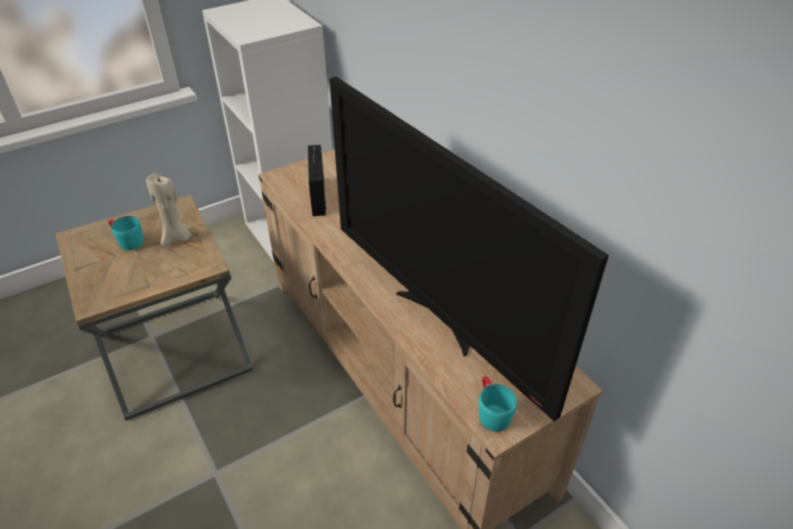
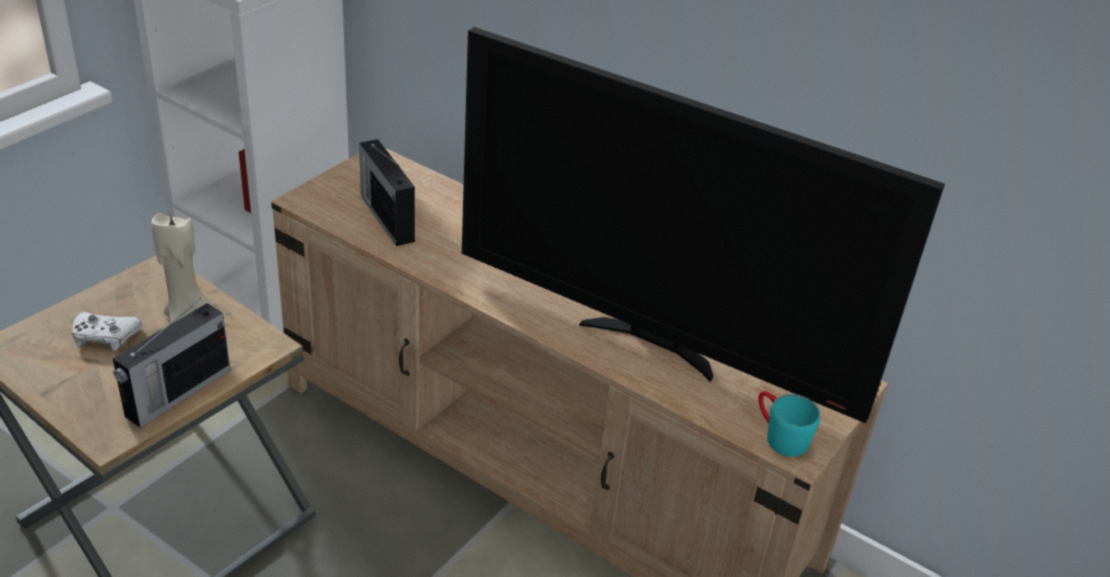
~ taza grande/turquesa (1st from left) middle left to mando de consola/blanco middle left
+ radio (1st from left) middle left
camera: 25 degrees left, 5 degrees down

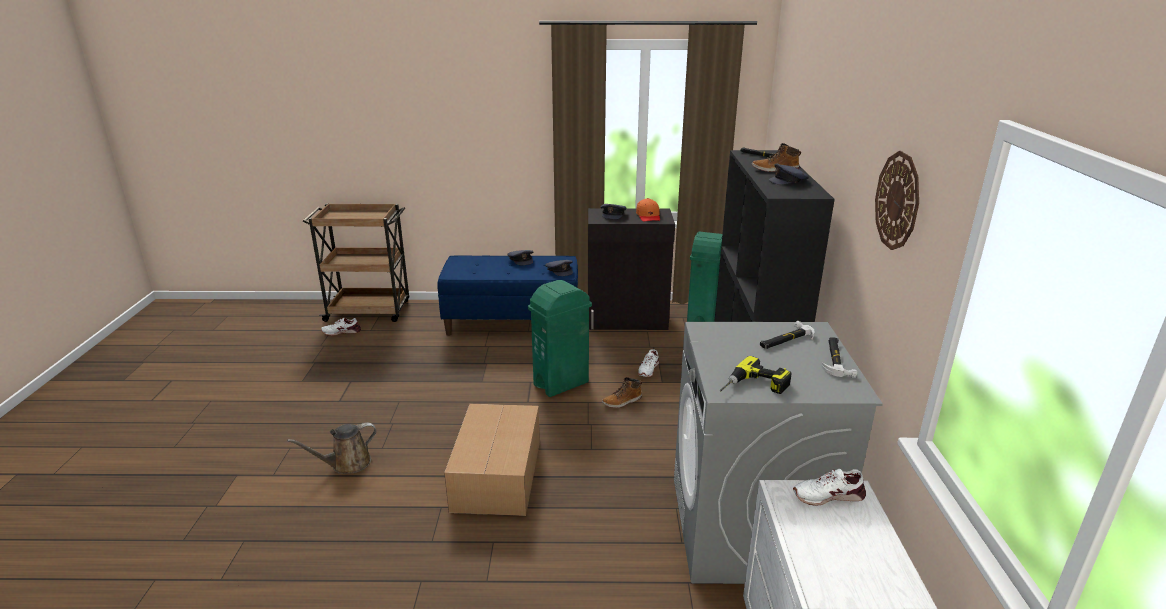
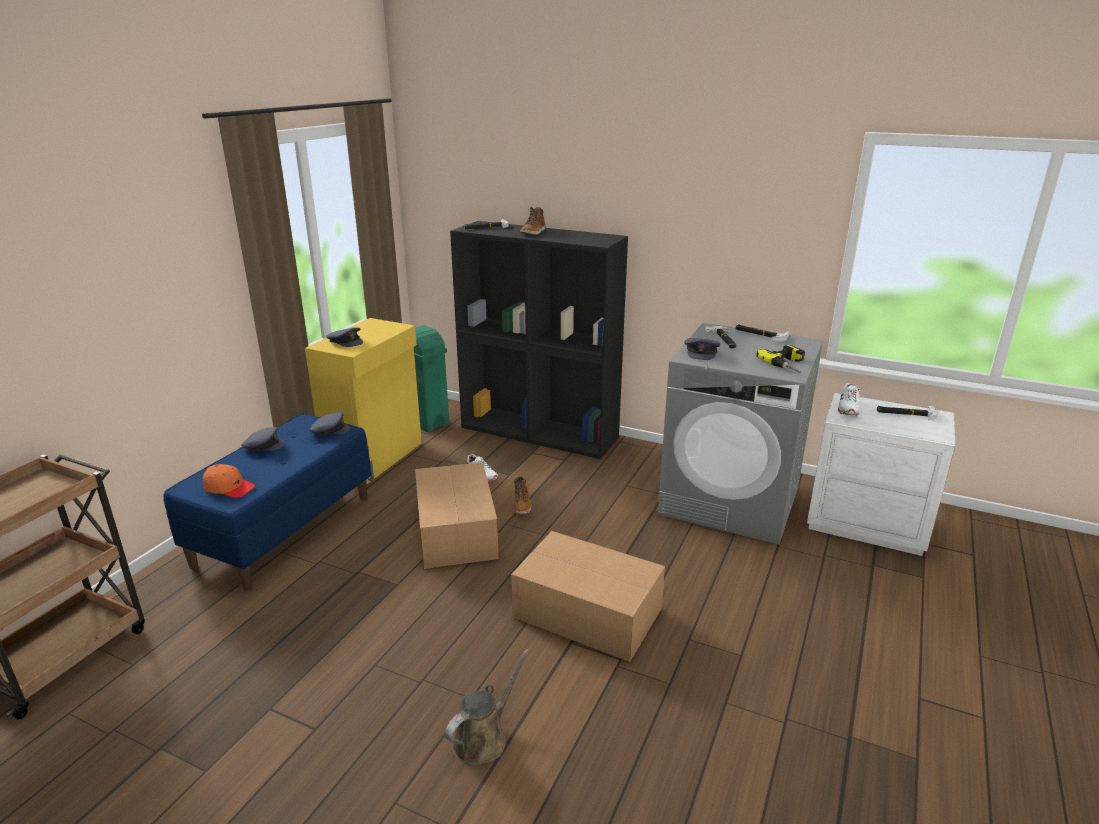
~ gorra/naranja centre to middle left
~ armario/negro centre to armario/amarillo middle left
~ papelera/verde (1st from left) centre to caja de cartón (1st from left) centre
~ regadera/marrón bottom left = bottom centre 135 degrees counterclockwise
~ gorra/gris (4th from left) top right to centre
+ martillo (4th from left) middle right
- zapato/blanco (1st from left) middle left
- reloj de pared top right
camera: 65 degrees left, 0 degrees up

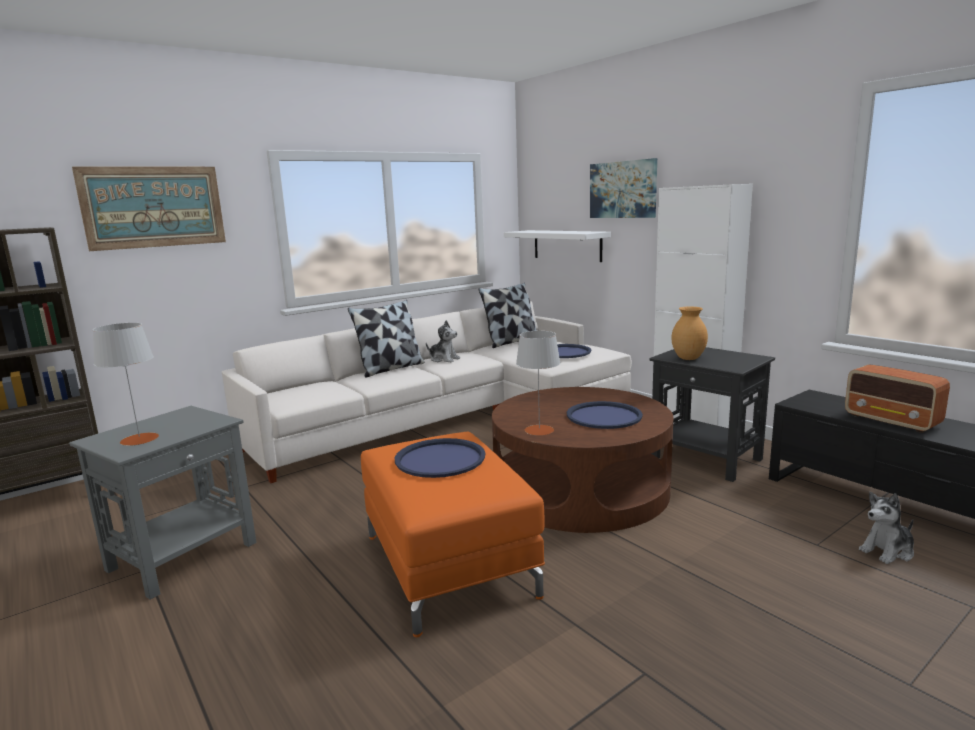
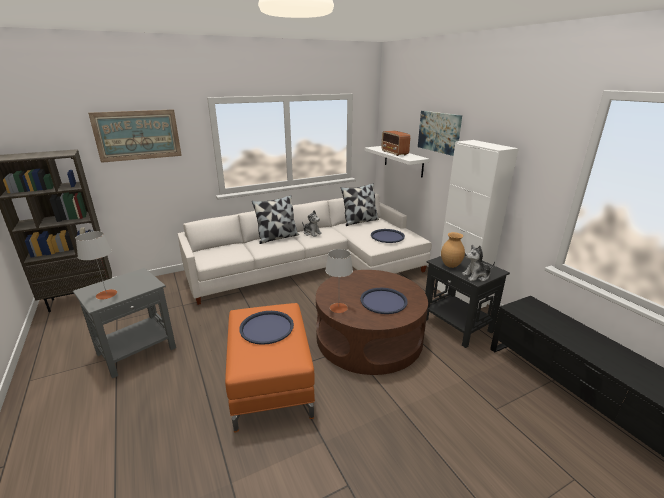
~ radio middle right to top centre
~ peluche (2nd from left) bottom right to middle right
camera: 10 degrees right, 10 degrees up

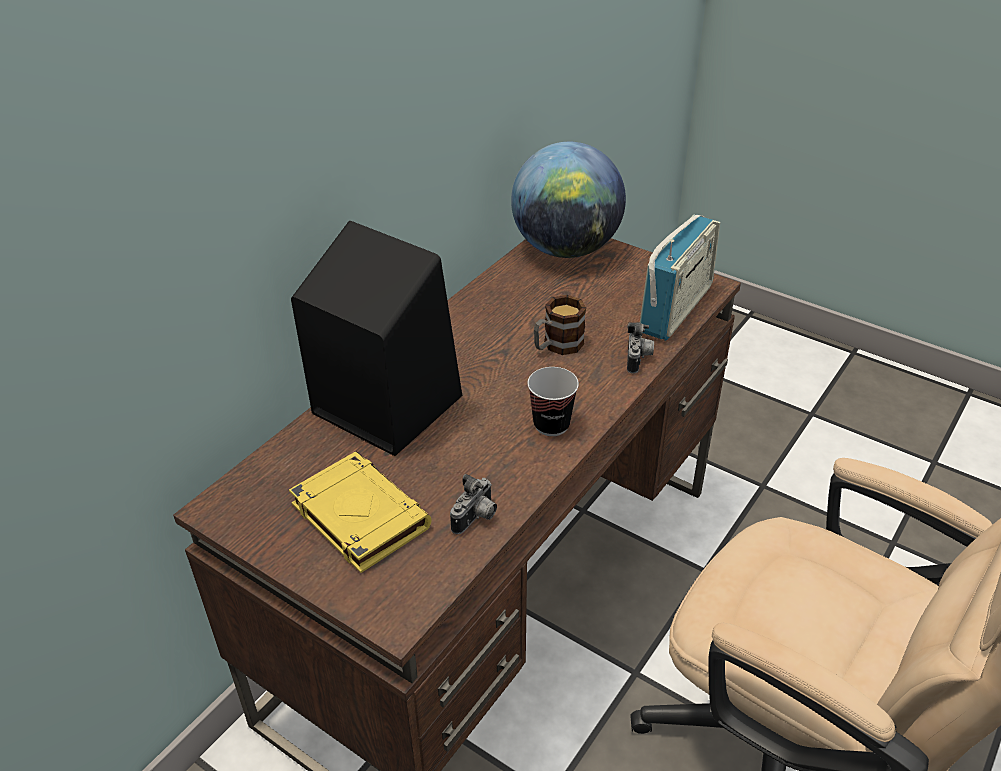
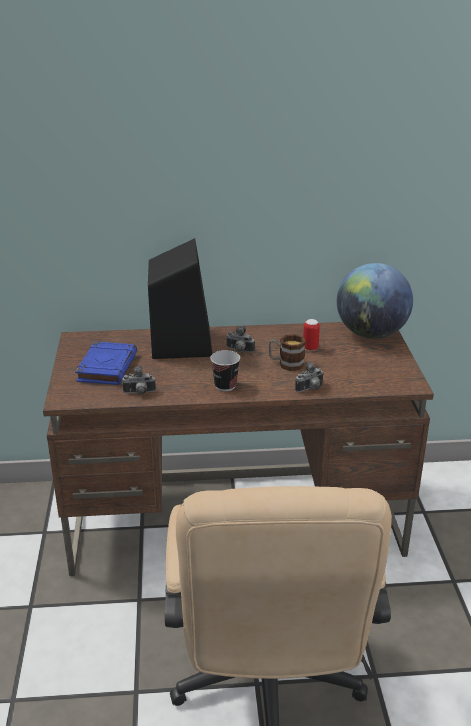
~ libro/amarillo centre to libro/azul middle left
+ cámara (2nd from left) centre
+ lata centre
- radio middle right
camera: 50 degrees right, 10 degrees down

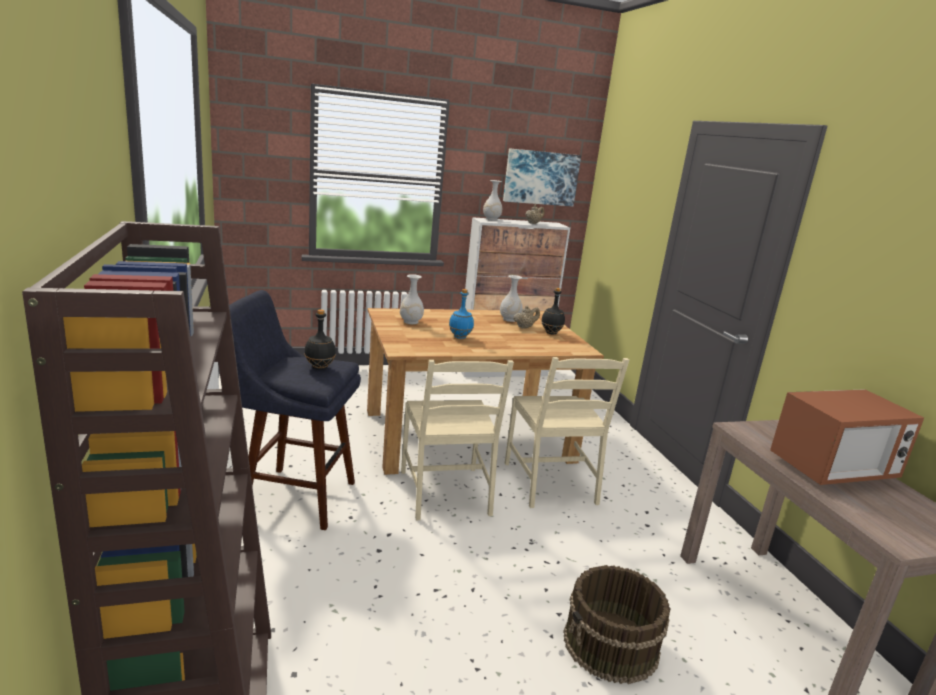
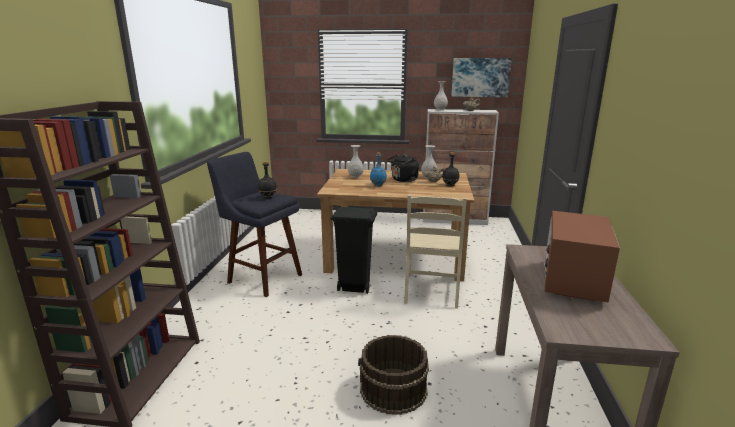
~ silla/beis (1st from left) centre to papelera/negro centre
+ hervidor/negro centre
~ microondas middle right = middle right 105 degrees clockwise
camera: 25 degrees right, 0 degrees up

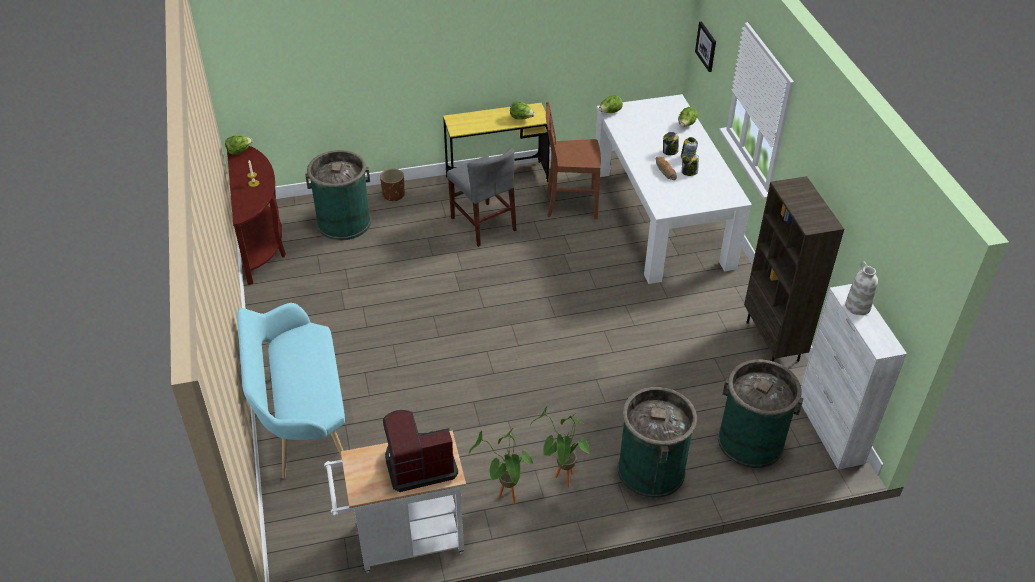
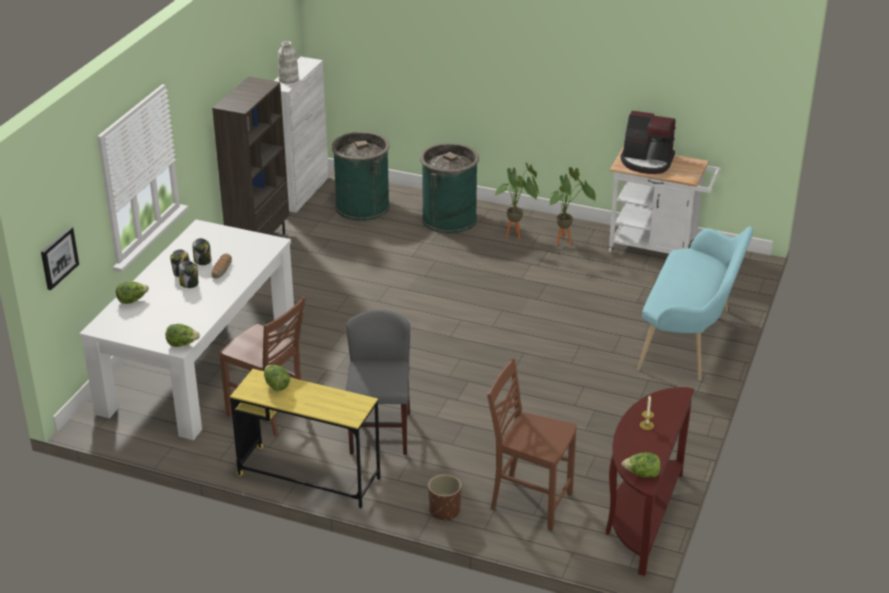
~ papelera/verde (1st from left) middle left to silla/marrón (2nd from left) bottom centre
camera: 145 degrees left, 10 degrees down

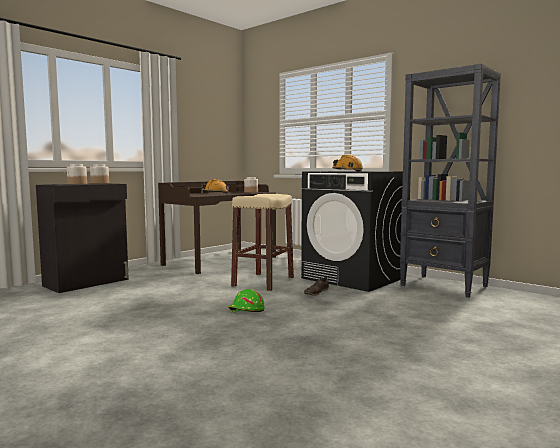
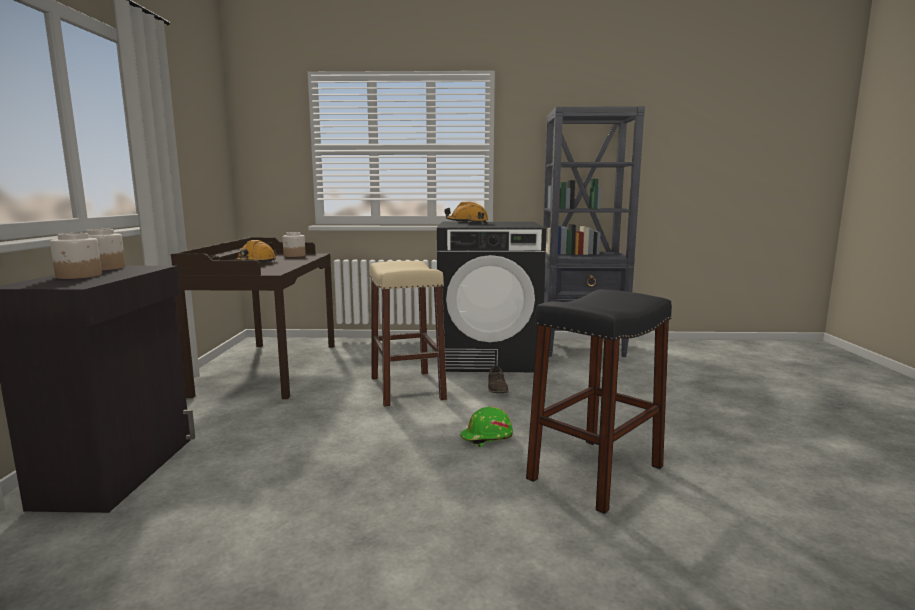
+ taburete/negro centre
camera: 40 degrees left, 5 degrees up

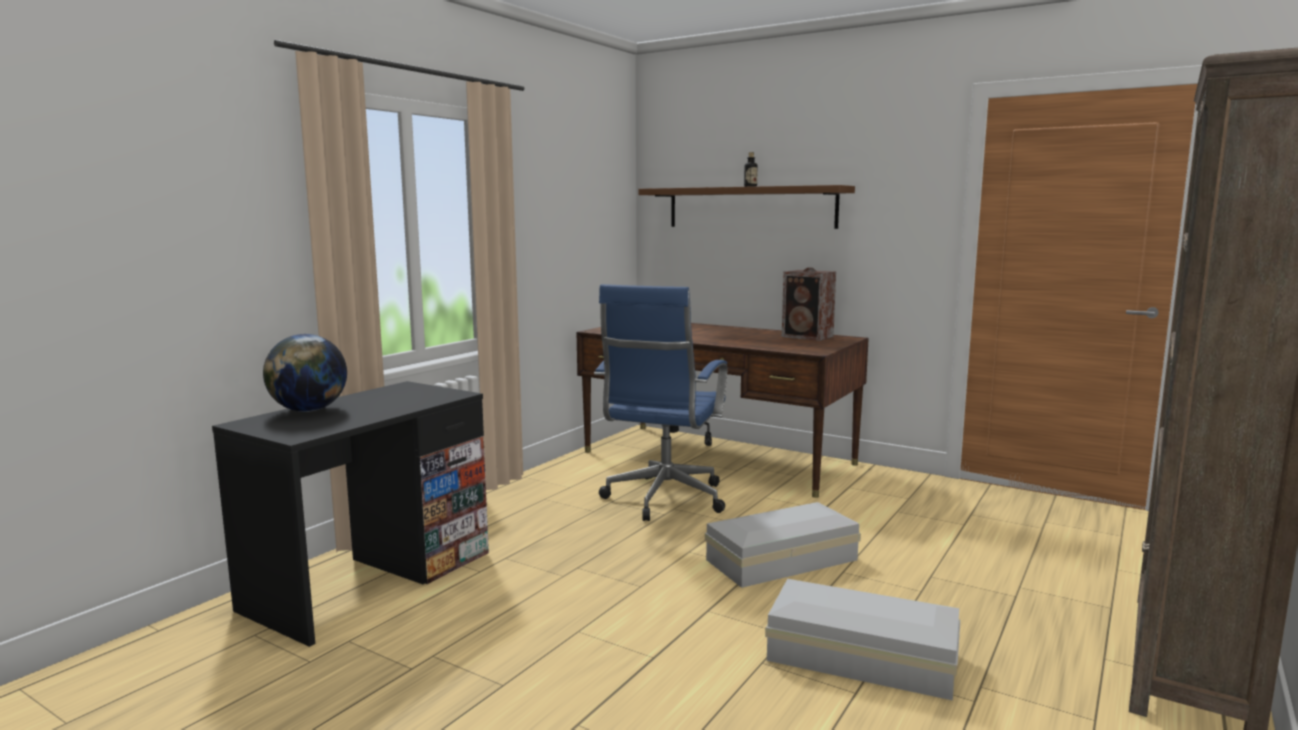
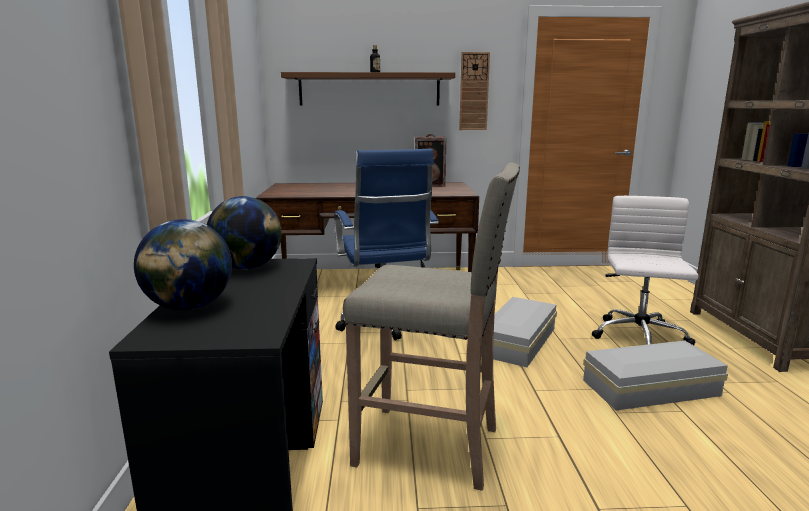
+ globo terráqueo (2nd from left) middle left
+ taburete/beis centre
+ reloj de pared top centre
+ silla de oficina/blanco middle right
camera: 35 degrees left, 5 degrees up

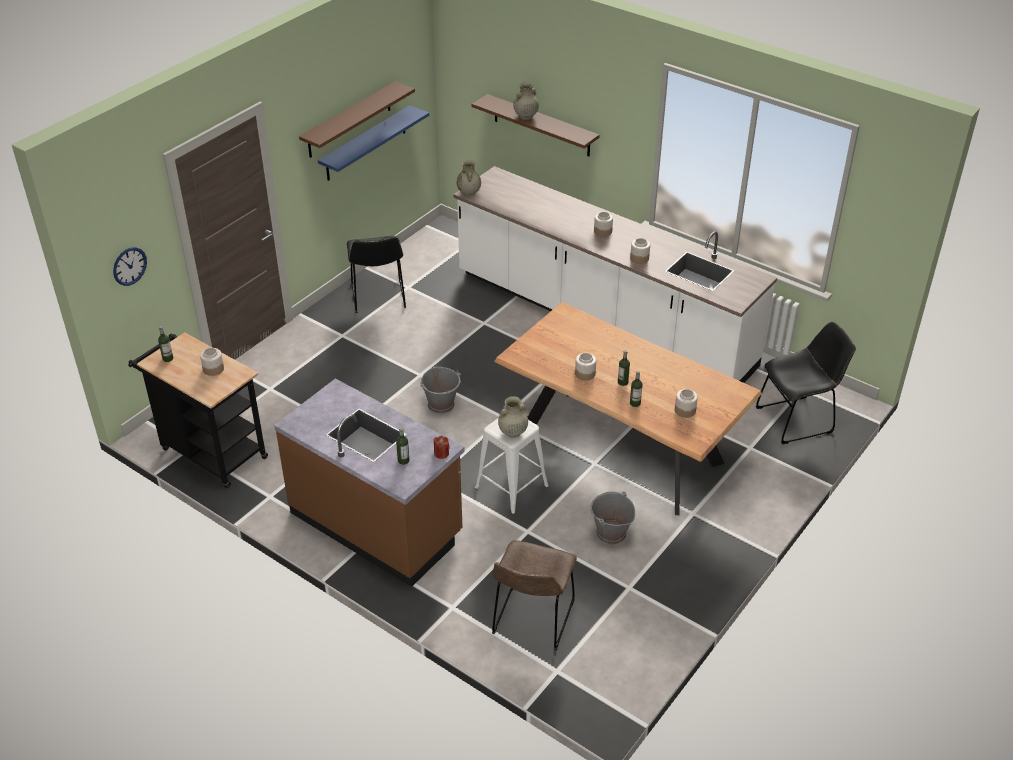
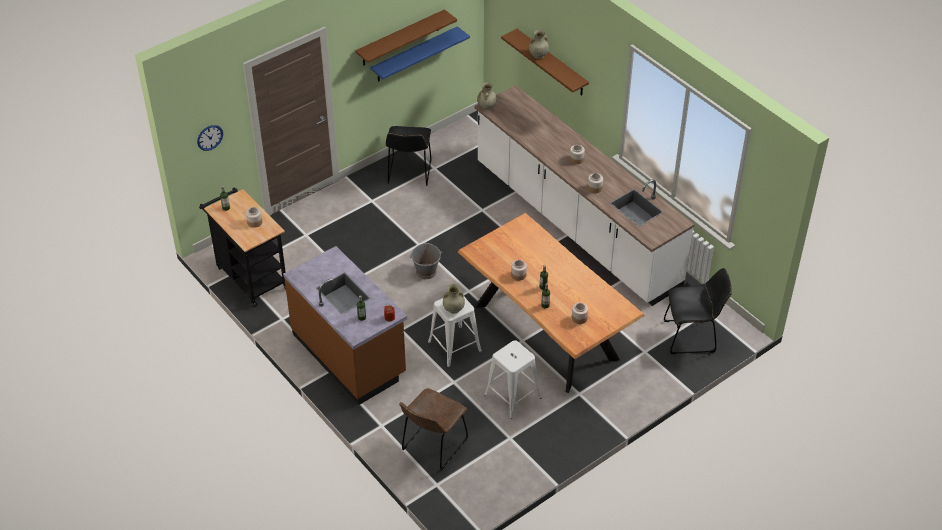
~ cubo/gris (2nd from left) bottom centre to taburete/blanco (2nd from left) bottom centre
camera: 15 degrees right, 5 degrees up

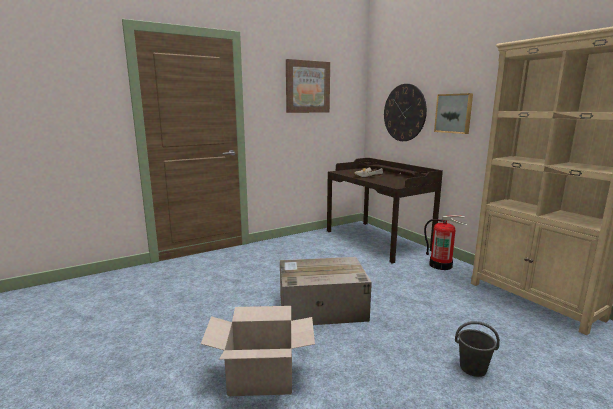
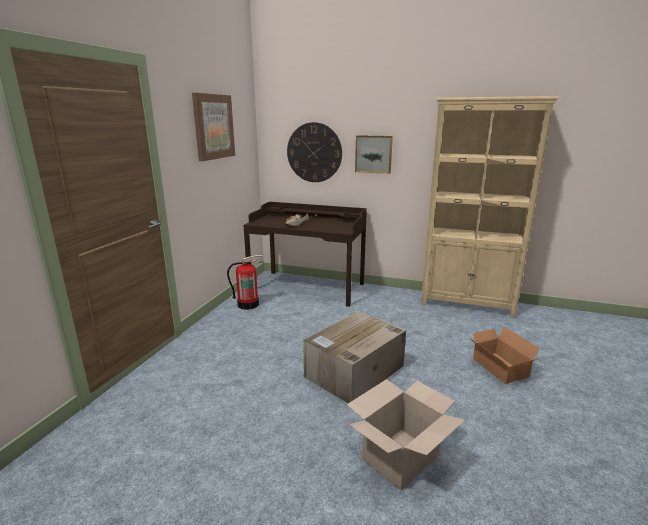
~ extintor middle right to centre
~ cubo/gris bottom right to caja de cartón (3rd from left) bottom right
camera: 40 degrees left, 5 degrees up

